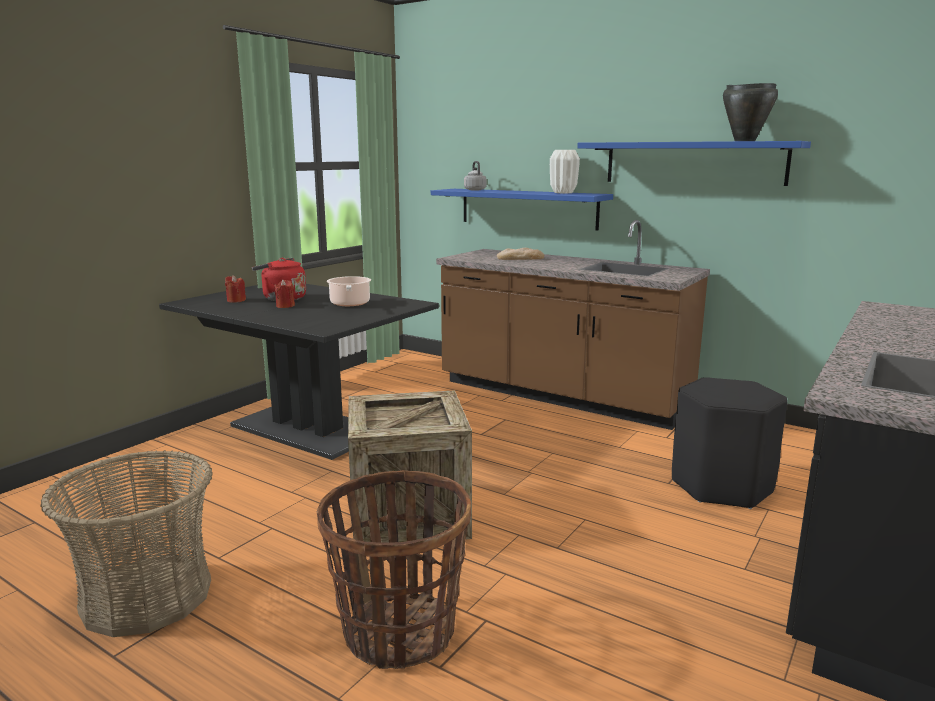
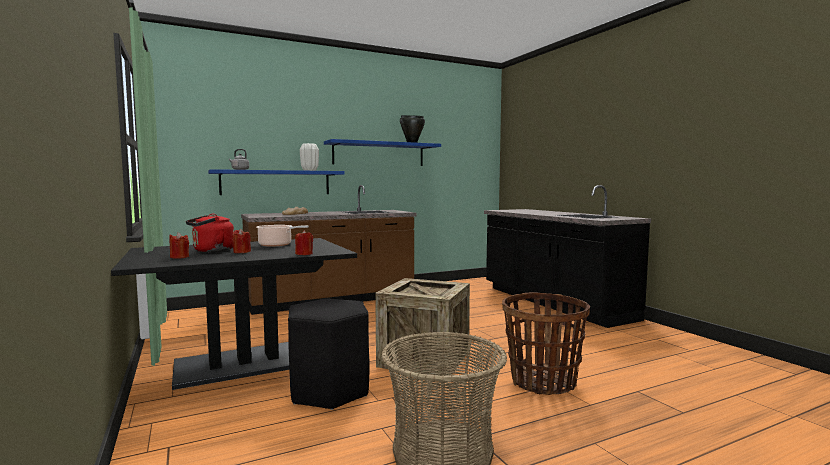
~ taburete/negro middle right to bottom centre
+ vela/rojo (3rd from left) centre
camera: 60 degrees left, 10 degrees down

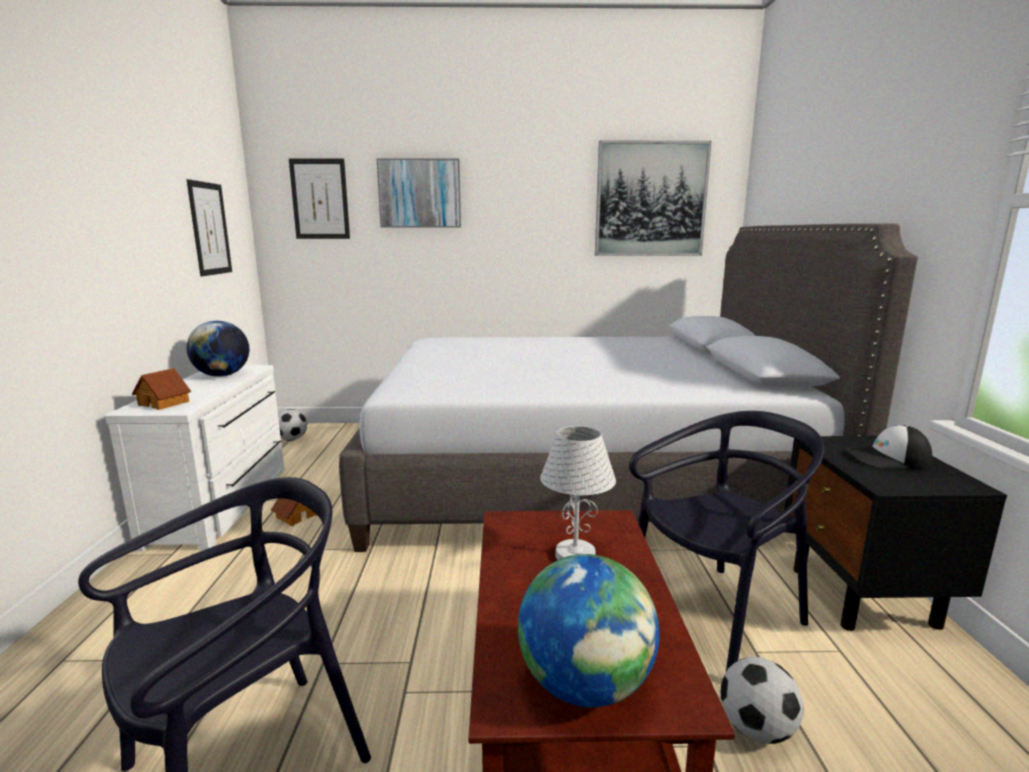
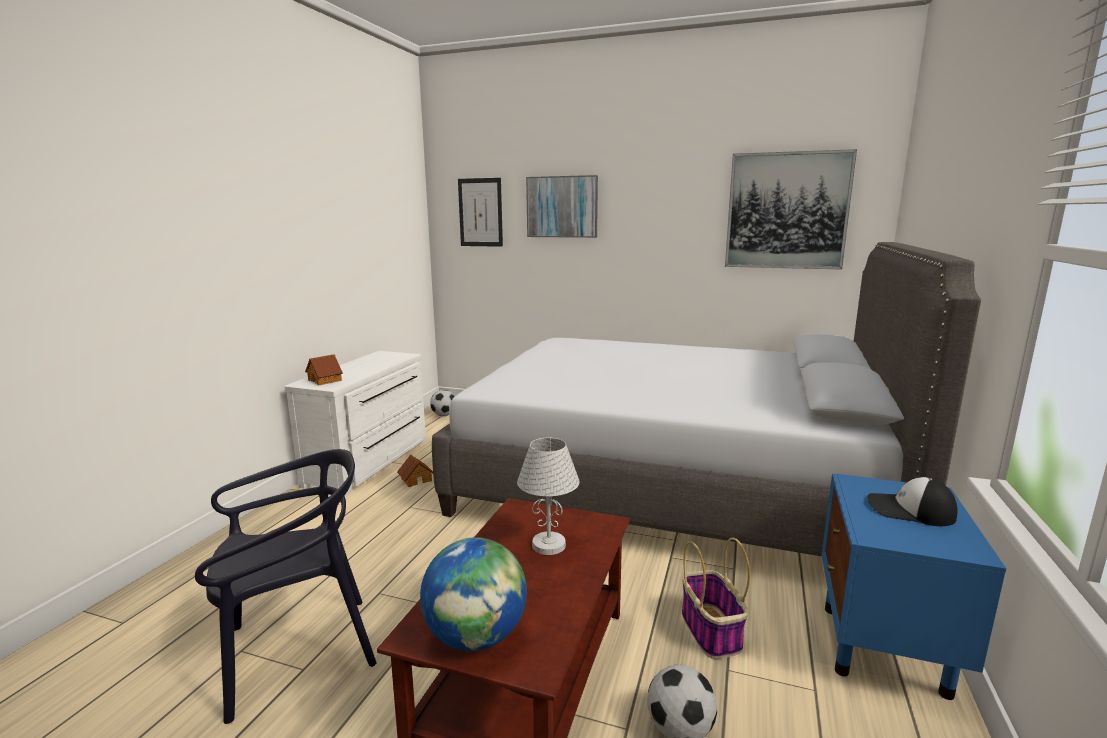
~ silla/negro (2nd from left) bottom right to cesta bottom centre
~ mesita de noche/negro bottom right to mesita de noche/azul bottom right
- globo terráqueo (1st from left) middle left
- cuadro (1st from left) top left
camera: 20 degrees right, 0 degrees up

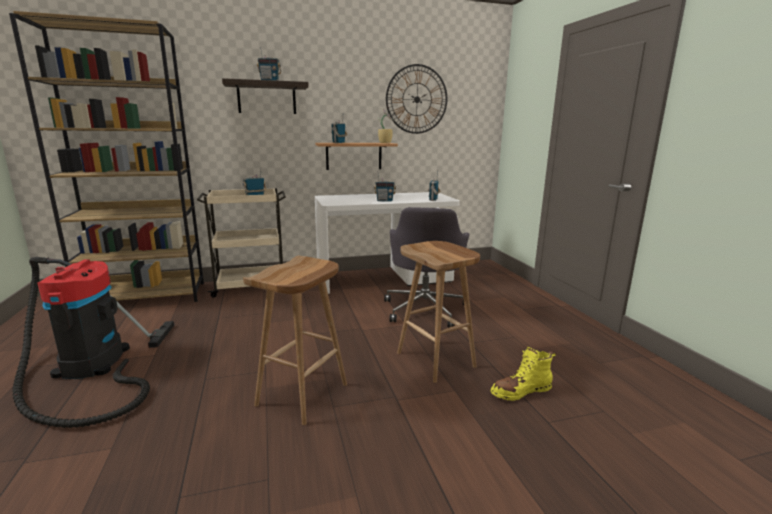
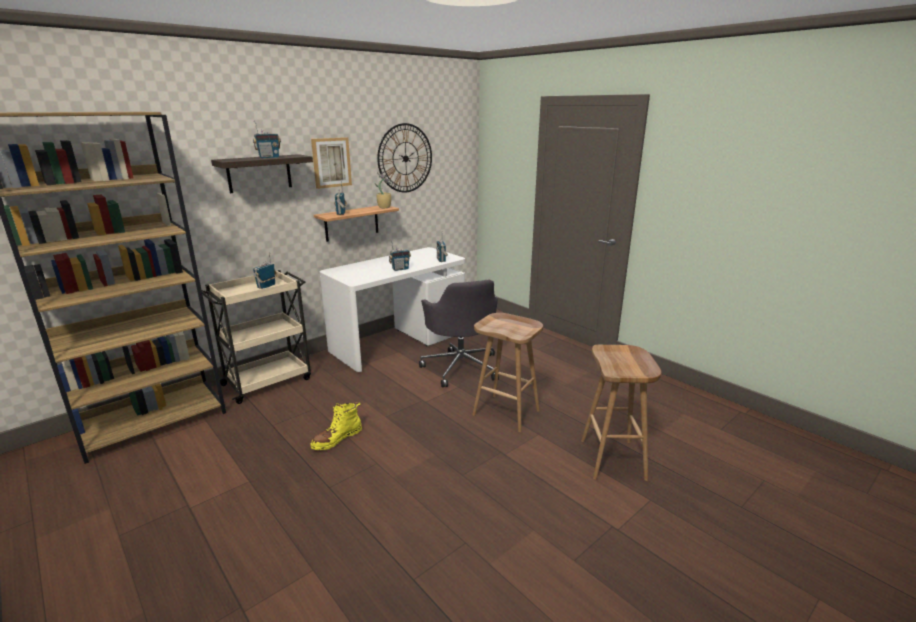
+ cuadro top centre
~ bota/amarillo bottom right to bottom centre
~ taburete/marrón (1st from left in the first image) centre to taburete/marrón (2nd from left) middle right
- aspiradora middle left
camera: 25 degrees left, 5 degrees up

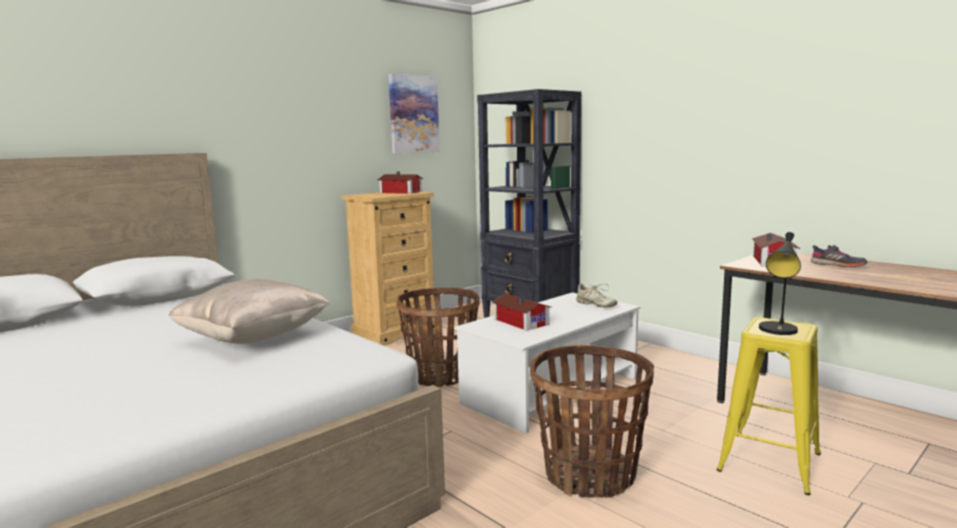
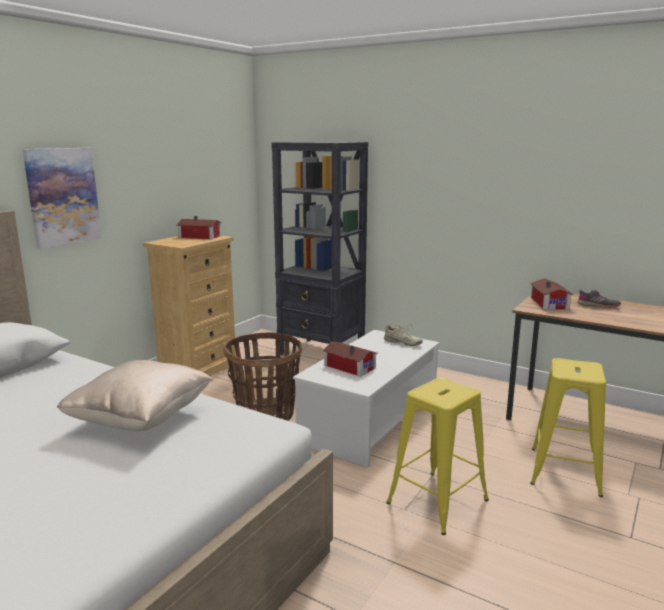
~ cuadro top centre to top left
~ cesta (2nd from left) bottom centre to taburete/amarillo (1st from left) bottom centre
- lámpara de mesa/negro middle right
camera: 15 degrees left, 5 degrees up

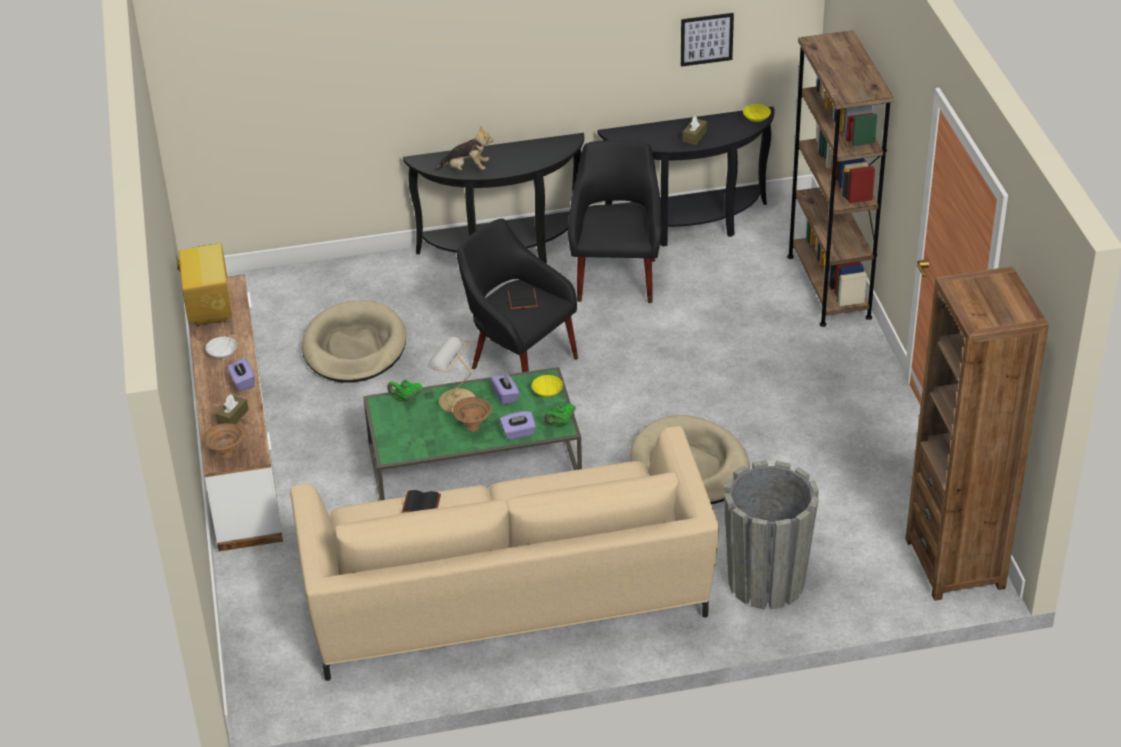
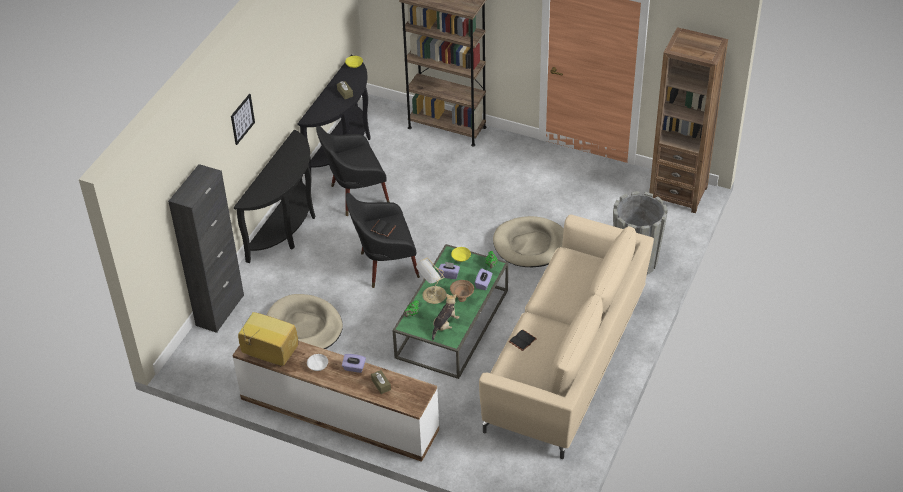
+ armario/negro middle left
~ cuadro top centre to top left
~ sillón/negro (2nd from left in the first image) top centre = centre 60 degrees counterclockwise
~ peluche top centre to centre
- cuenco/marrón (1st from left) middle left
camera: 55 degrees left, 5 degrees up

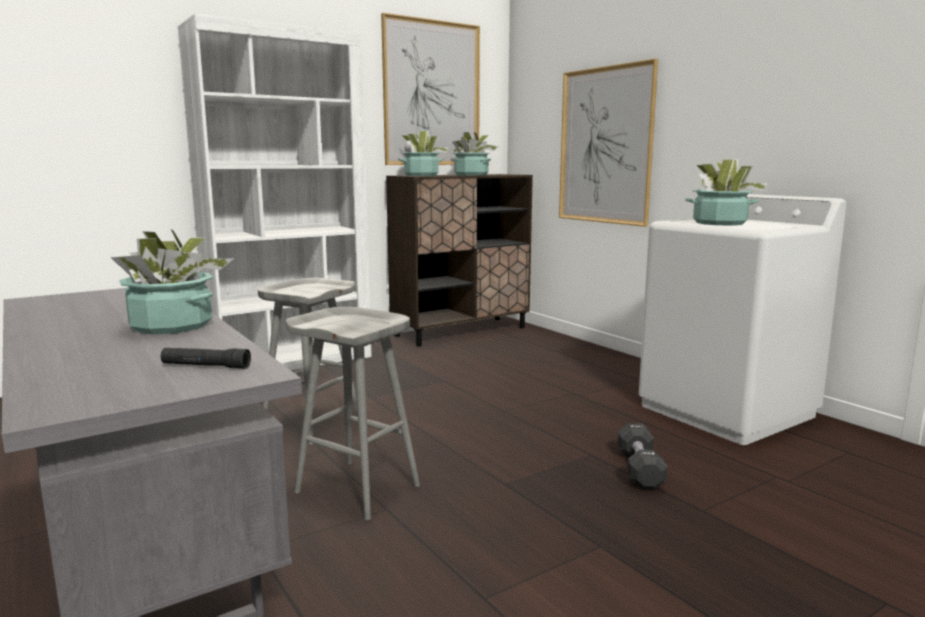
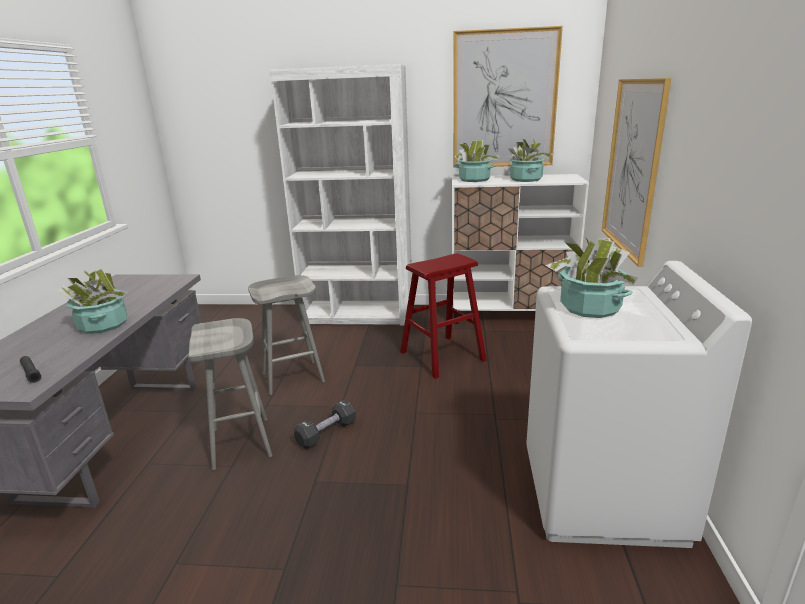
~ mancuerna/negro bottom right to bottom centre
+ taburete/rojo centre
~ armario/marrón centre to armario/blanco centre
camera: 40 degrees right, 10 degrees up

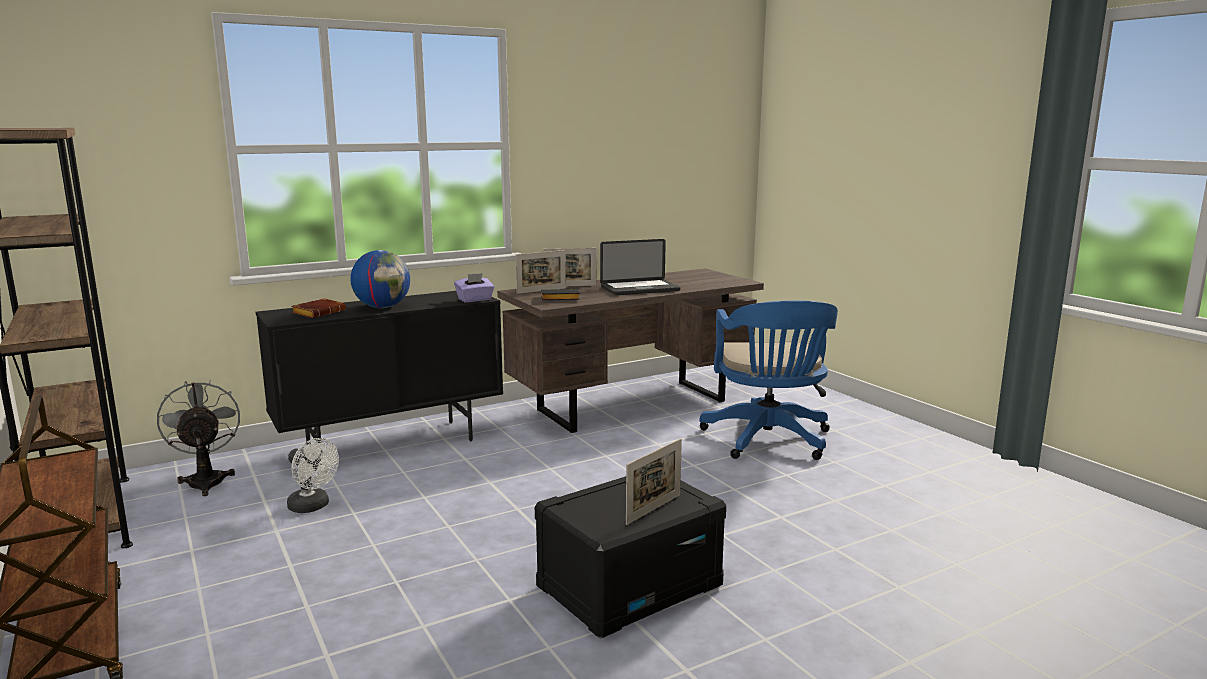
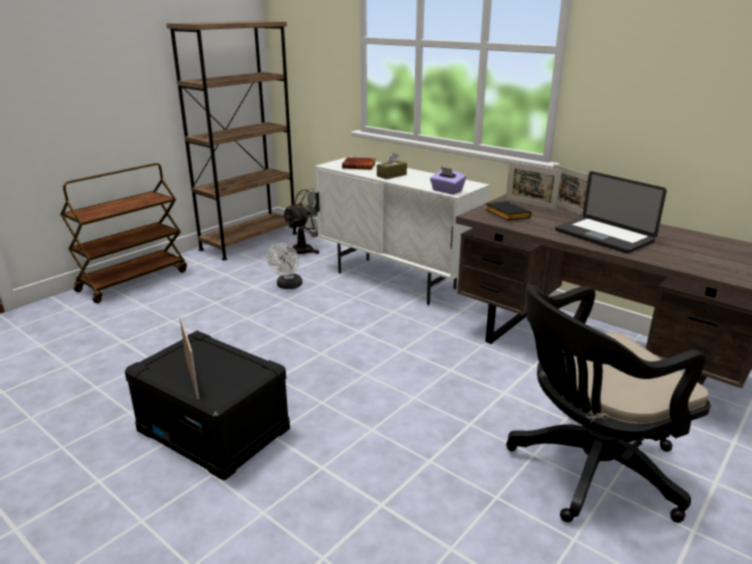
~ portarretratos (3rd from left in the first image) bottom centre = middle left 135 degrees counterclockwise
~ armario/negro middle left to armario/blanco centre
~ globo terráqueo middle left to caja de pañuelos/marrón top centre
~ silla de oficina/azul centre to silla de oficina/negro bottom right
camera: 70 degrees right, 10 degrees up

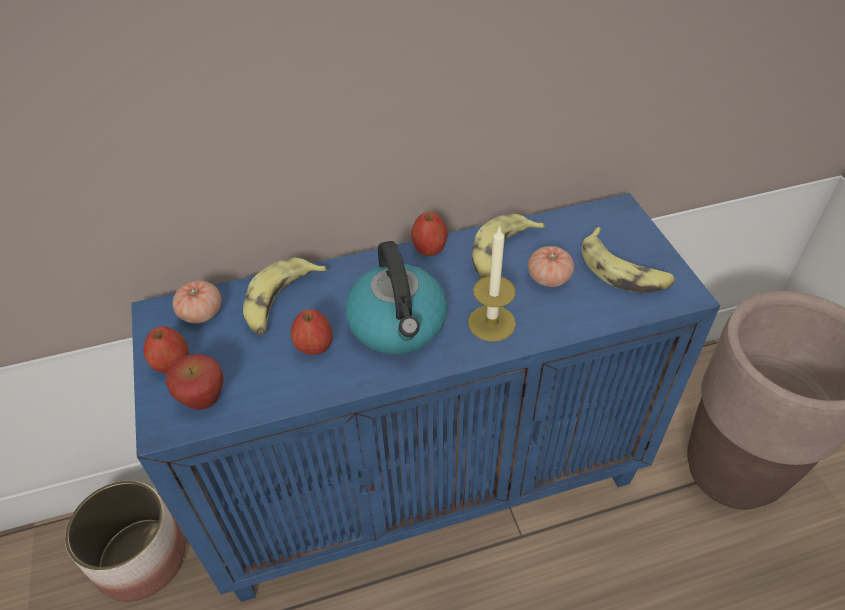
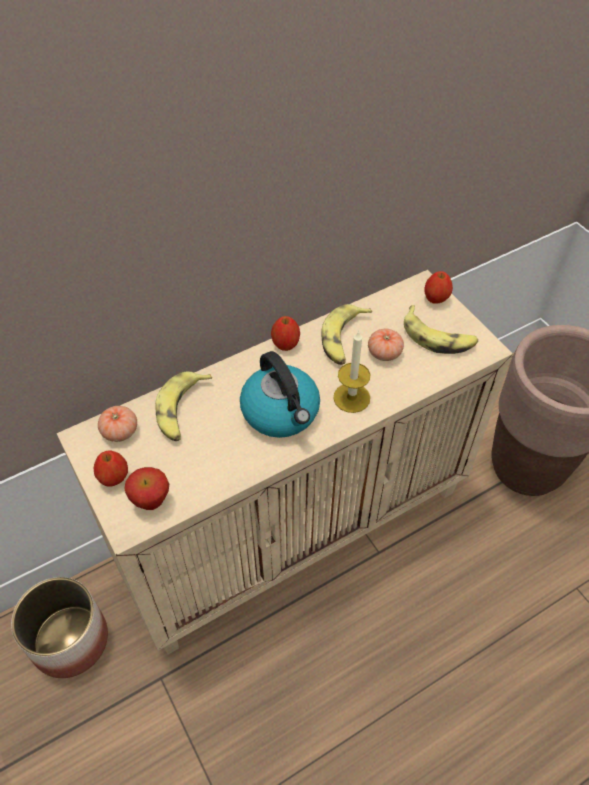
~ armario/azul centre to armario/beis centre
~ manzana (3rd from left in the first image) centre to manzana (4th from left) middle right
camera: 15 degrees left, 5 degrees up

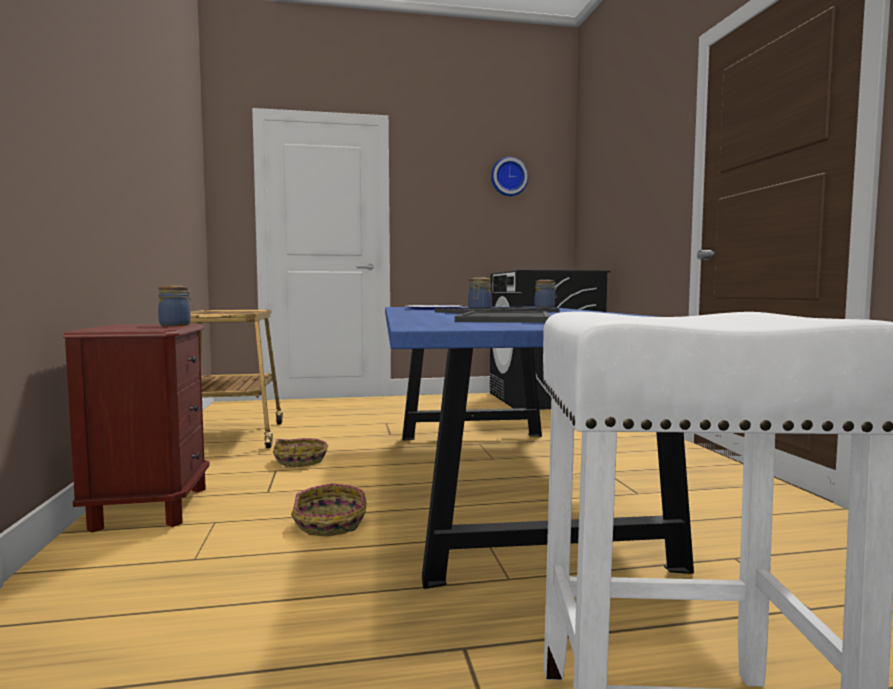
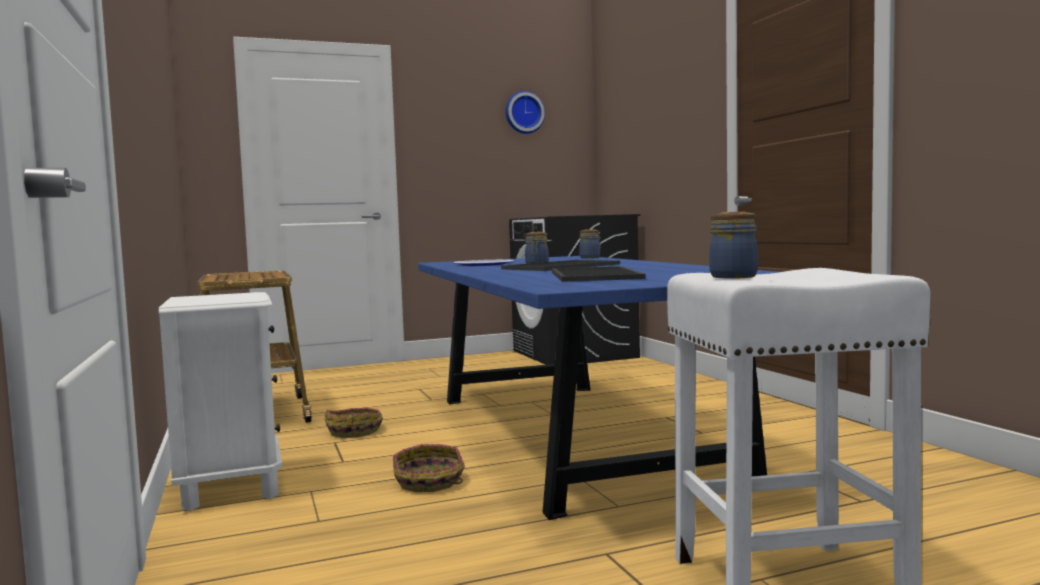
~ mesita de noche/marrón middle left to mesita de noche/blanco bottom left
~ tarro (1st from left in the first image) middle left to tarro (3rd from left) middle right
camera: 10 degrees left, 0 degrees up

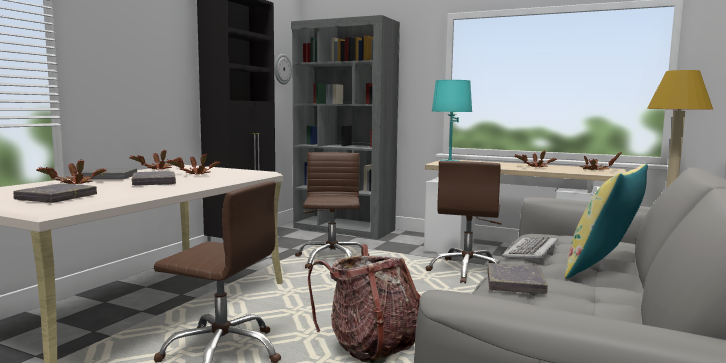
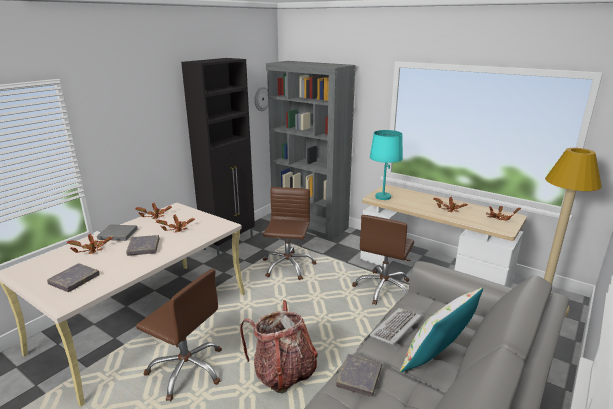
~ cojín/amarillo middle right to cojín/blanco bottom right
camera: 10 degrees right, 15 degrees up

